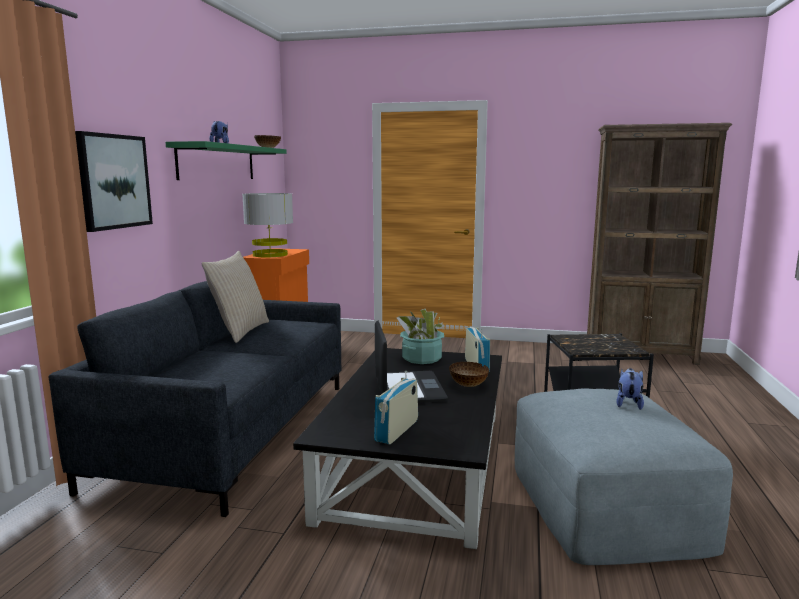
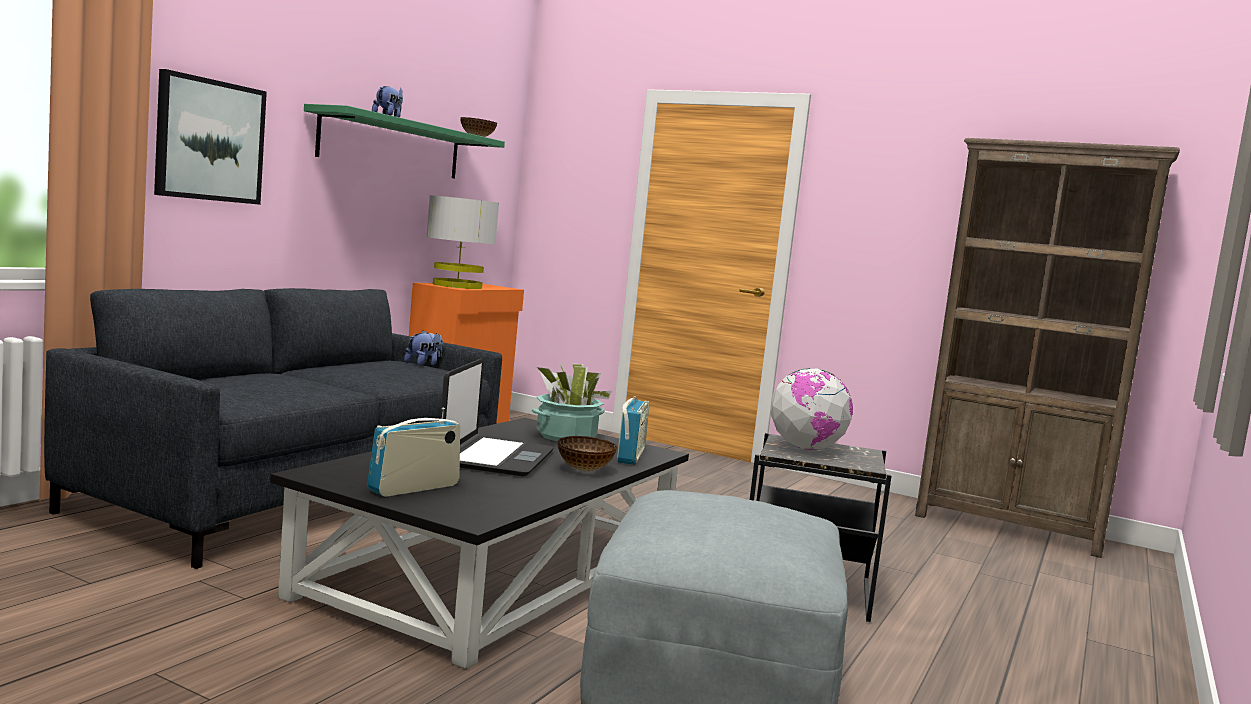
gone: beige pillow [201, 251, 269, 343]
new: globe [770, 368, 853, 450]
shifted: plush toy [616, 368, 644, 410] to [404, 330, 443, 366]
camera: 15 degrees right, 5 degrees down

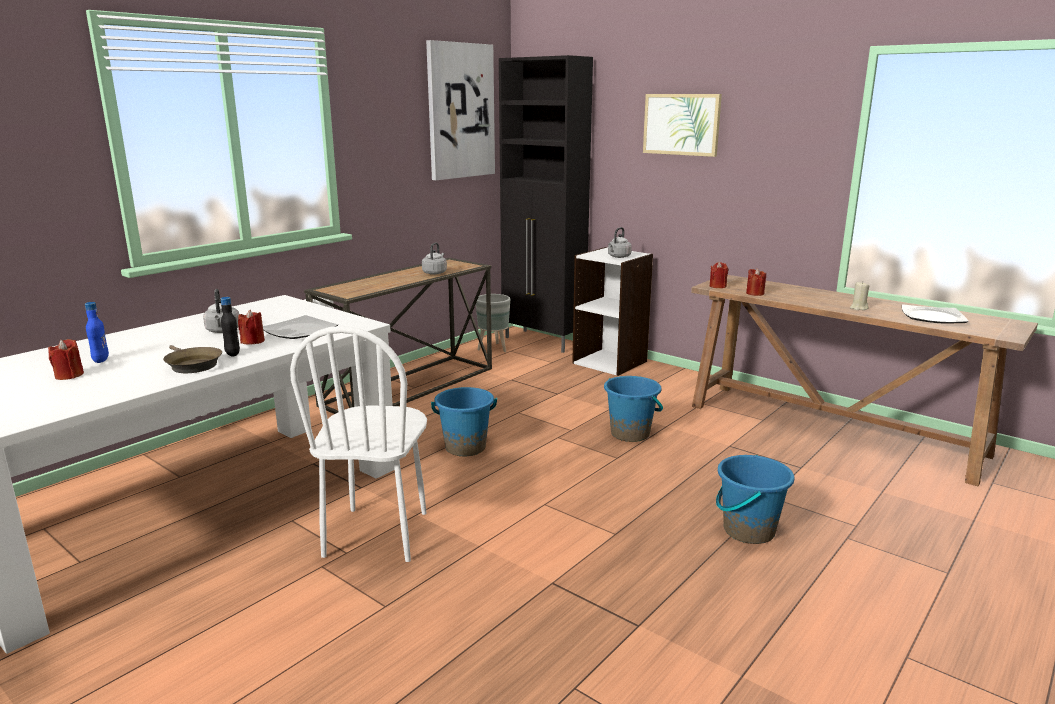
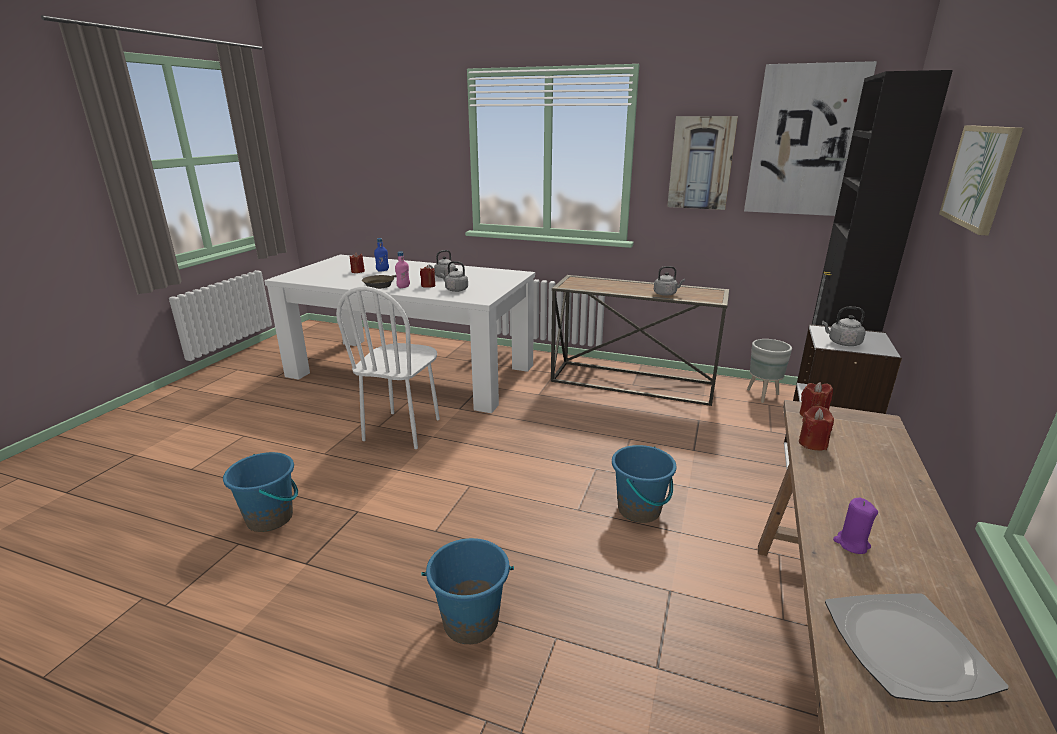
new: picture [667, 116, 738, 210]
shifted: blue bucket [431, 387, 497, 456] to [223, 452, 298, 532]
swapped: plate [263, 315, 338, 339] to grey kettle [440, 261, 468, 292]
repainted: beige candle [850, 282, 870, 310] to purple candle [833, 498, 878, 554]; black bottle [221, 297, 240, 356] to pink bottle [395, 251, 410, 288]
rotated: white chair [290, 326, 427, 562] = [336, 286, 440, 449] 60 degrees counterclockwise
camera: 70 degrees right, 5 degrees up

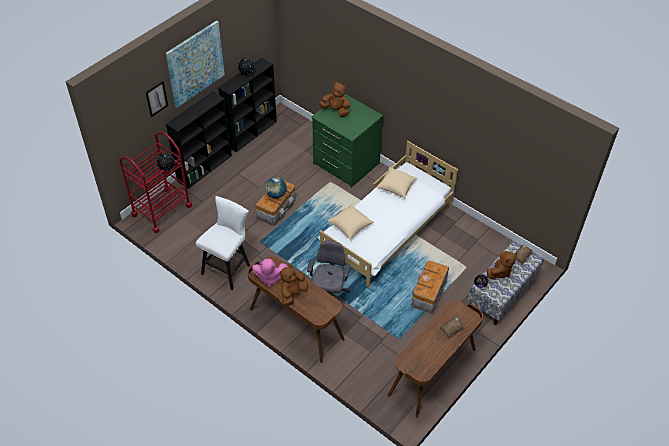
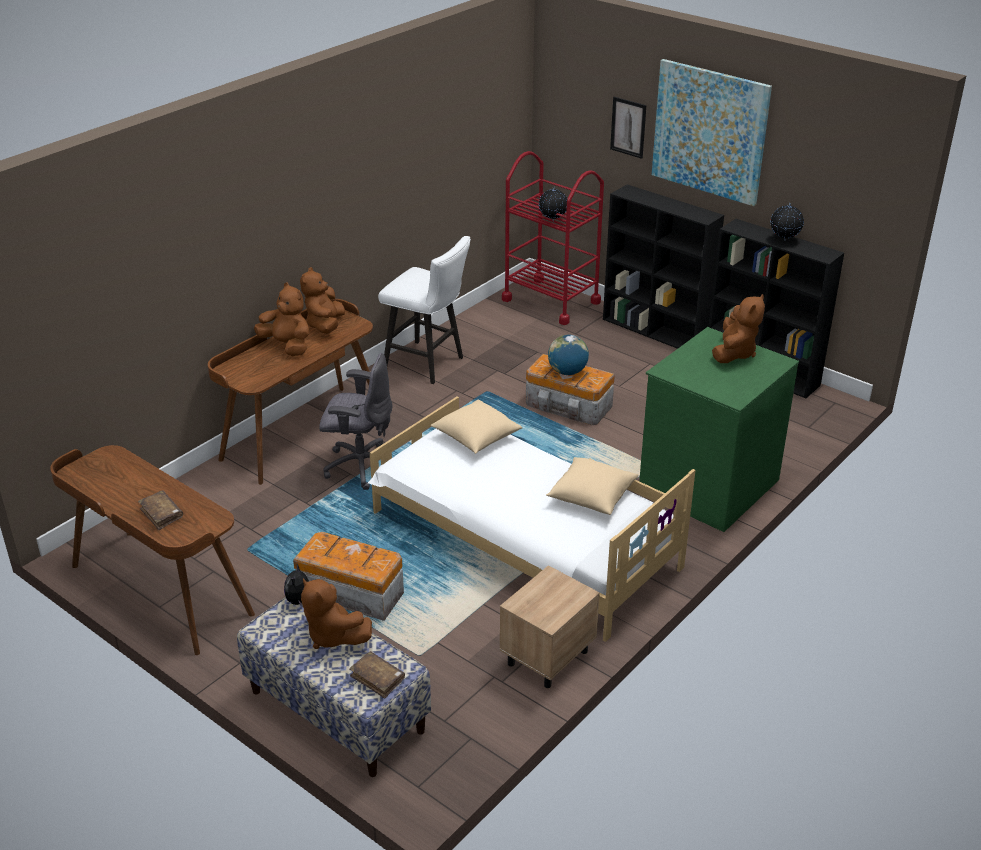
new: beige nightstand [500, 565, 600, 688]
repainted: pink plush toy [252, 258, 288, 287] to brown plush toy [300, 267, 345, 334]
camera: 90 degrees right, 15 degrees down

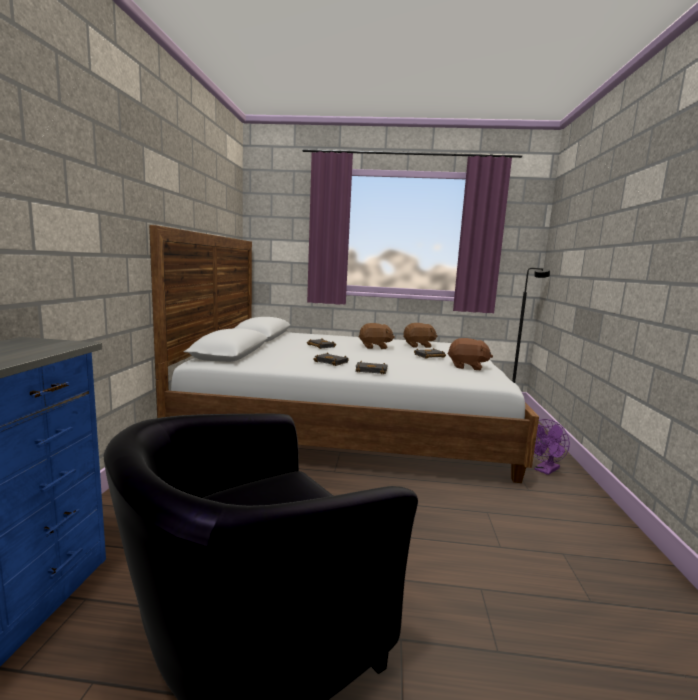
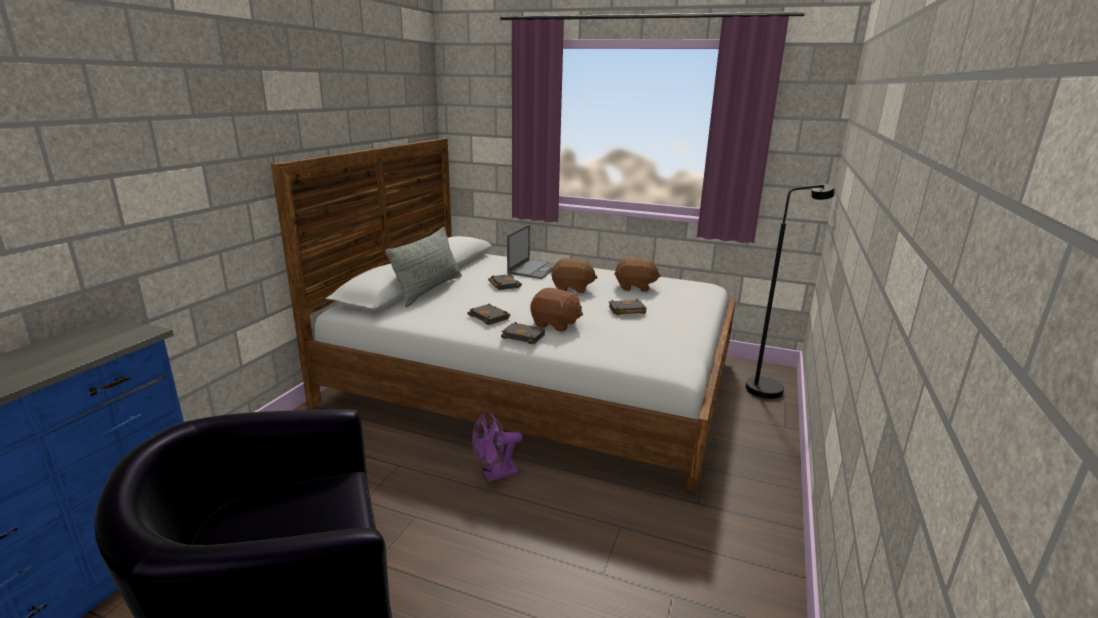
new: laptop [507, 225, 555, 279]; grey pillow [385, 227, 462, 307]
shifted: brown plush toy [447, 338, 493, 371] to [531, 288, 583, 332]; purple fan [534, 419, 570, 475] to [472, 411, 523, 482]
camera: 15 degrees right, 10 degrees up

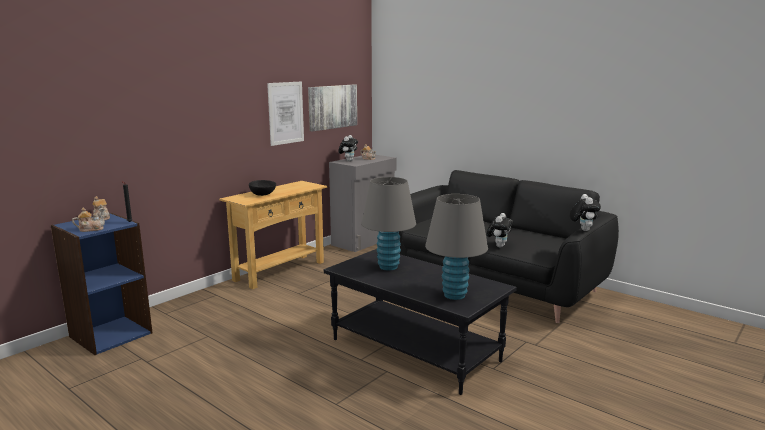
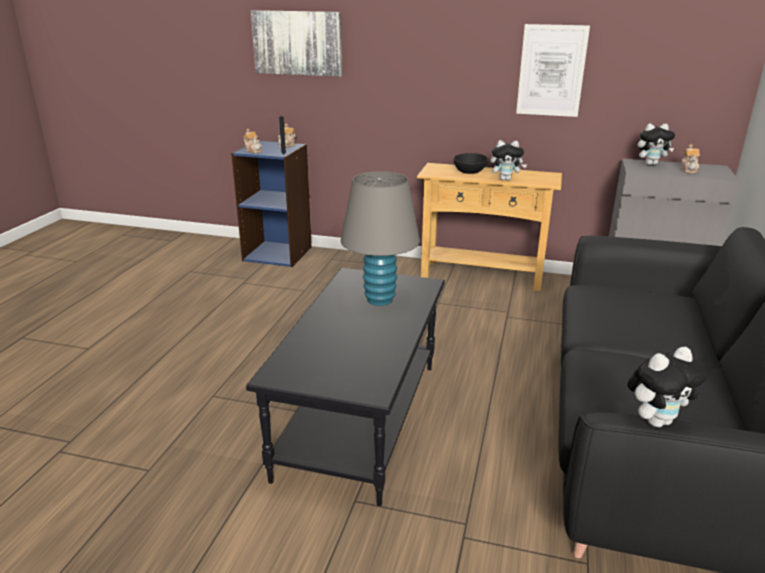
gone: grey table lamp [425, 194, 488, 300]
shifted: picture [308, 84, 357, 132] to [251, 10, 342, 77]; plush toy [487, 213, 513, 247] to [490, 140, 527, 181]
camera: 65 degrees right, 10 degrees up

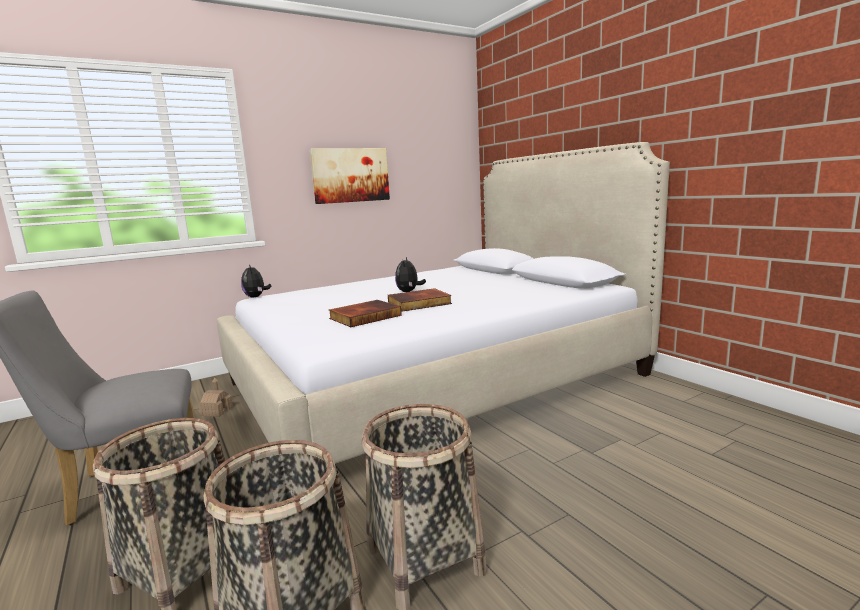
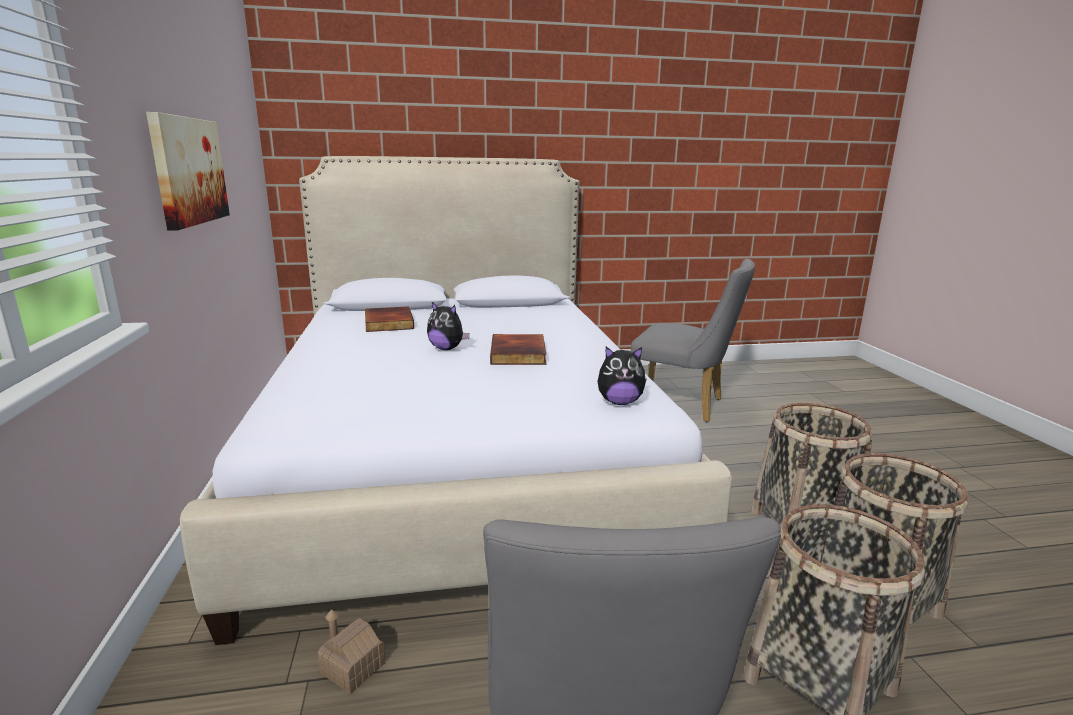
new: grey chair [631, 259, 755, 422]
shifted: plush toy [241, 264, 271, 297] to [597, 347, 647, 405]; book [329, 300, 402, 327] to [365, 306, 414, 332]
camera: 70 degrees left, 5 degrees up

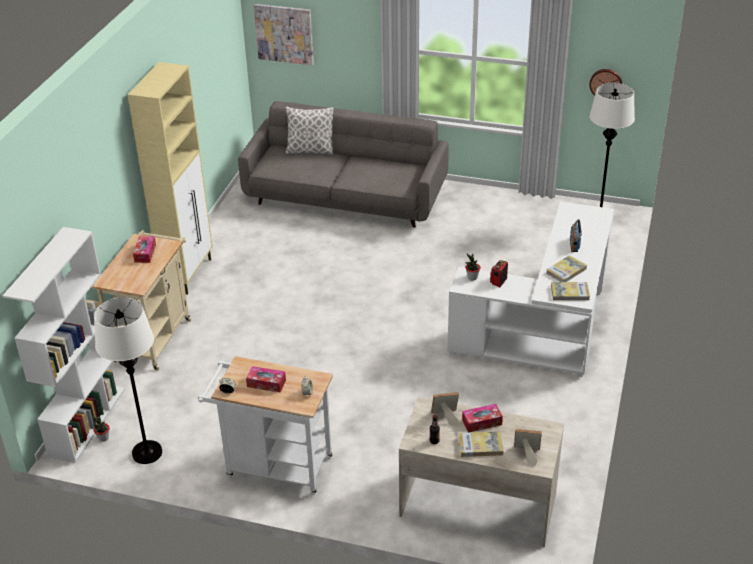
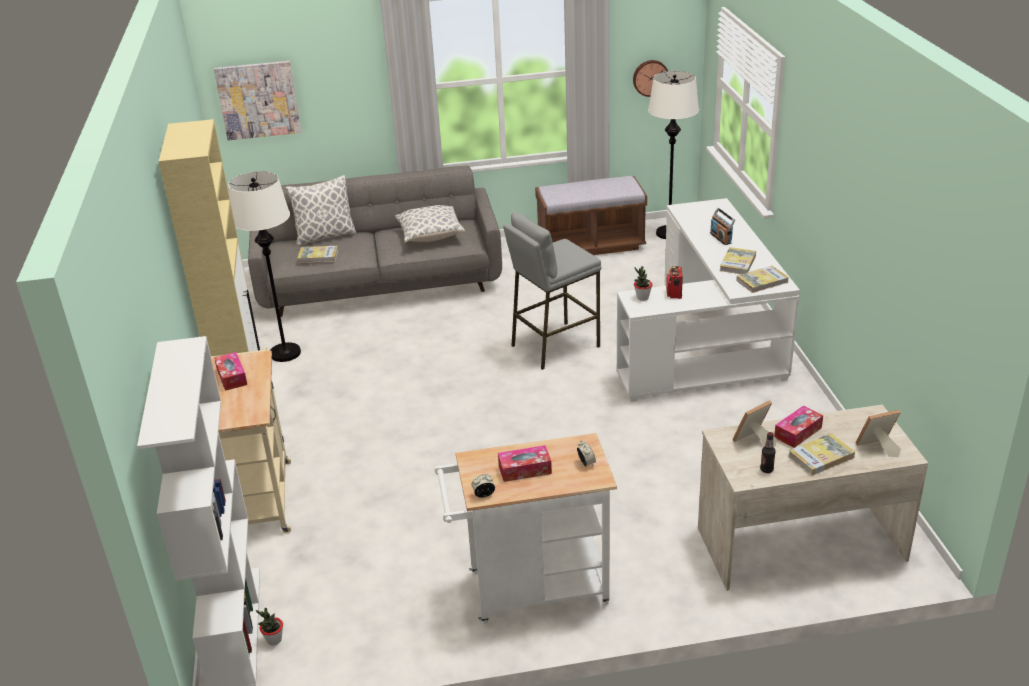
new: brown bench [535, 176, 647, 255]; pillow [395, 205, 465, 243]; grey stool [503, 212, 601, 370]; book [297, 246, 338, 263]
shifted: white floor lamp [94, 297, 162, 464] to [228, 171, 301, 362]
camera: 25 degrees left, 5 degrees down

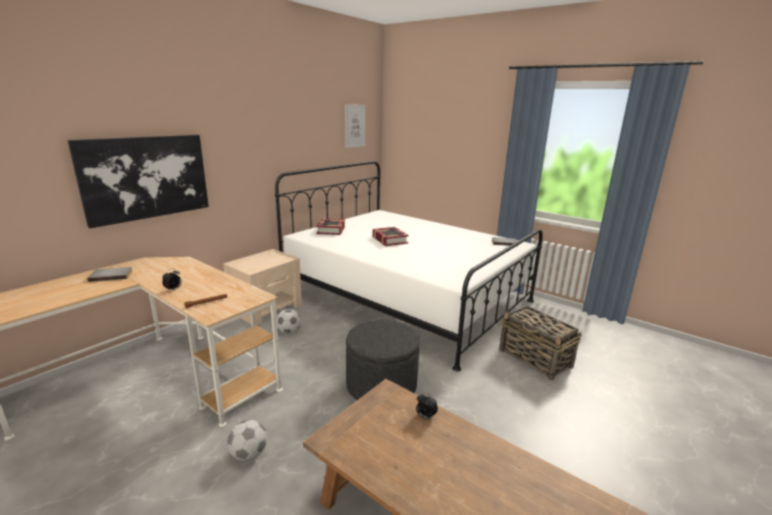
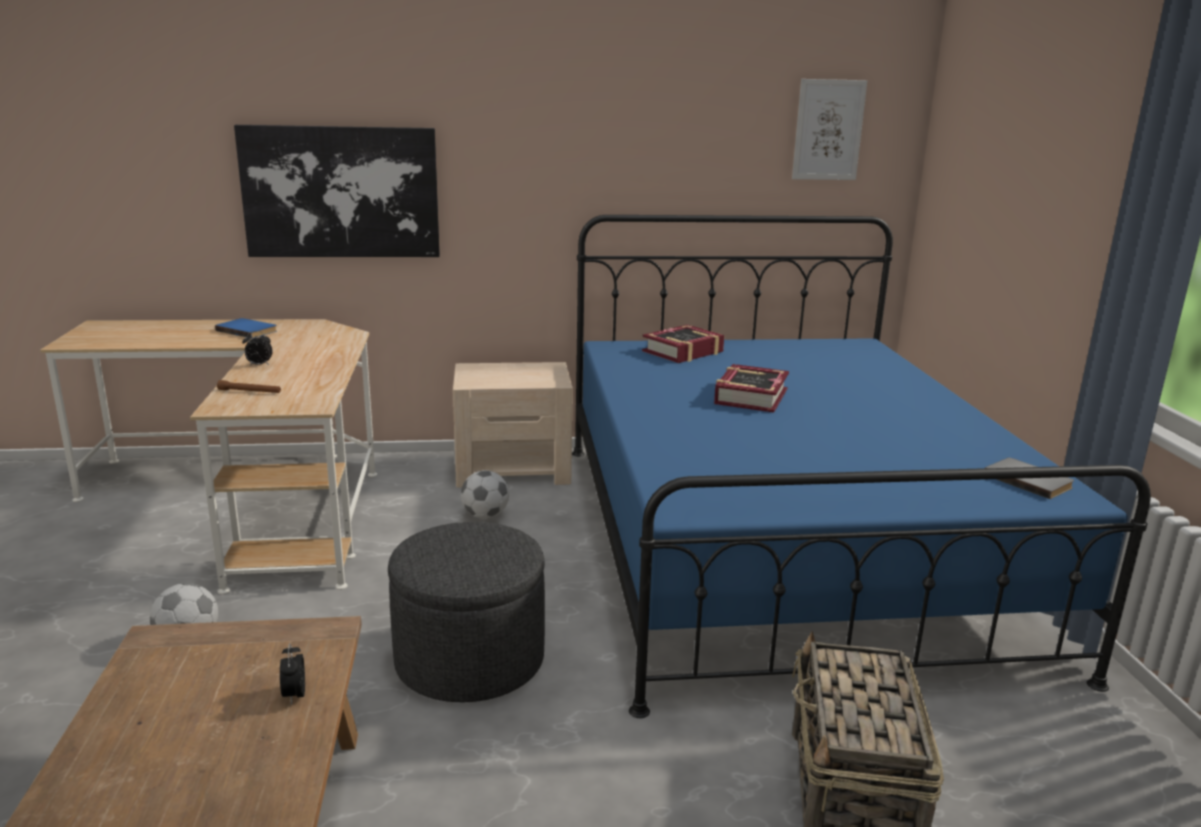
repainted: white bed [275, 161, 543, 371] to blue bed [572, 215, 1151, 718]; grey book [87, 267, 132, 282] to blue book [215, 318, 277, 339]
camera: 45 degrees right, 0 degrees up

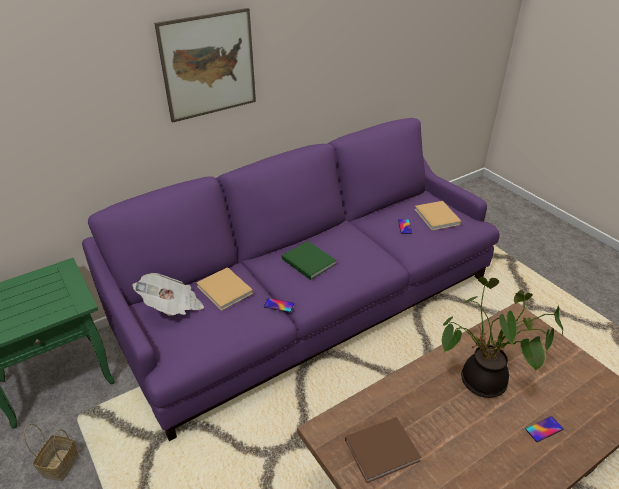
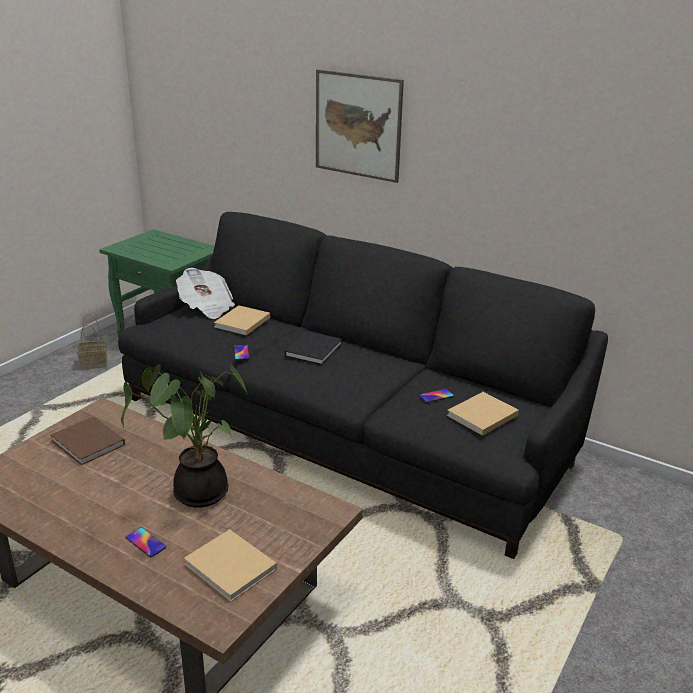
new: beige book [184, 529, 277, 602]
repainted: purple sofa [82, 118, 500, 441] to black sofa [118, 212, 608, 559]; green book [282, 241, 337, 280] to black book [285, 331, 342, 365]
camera: 65 degrees right, 10 degrees down

